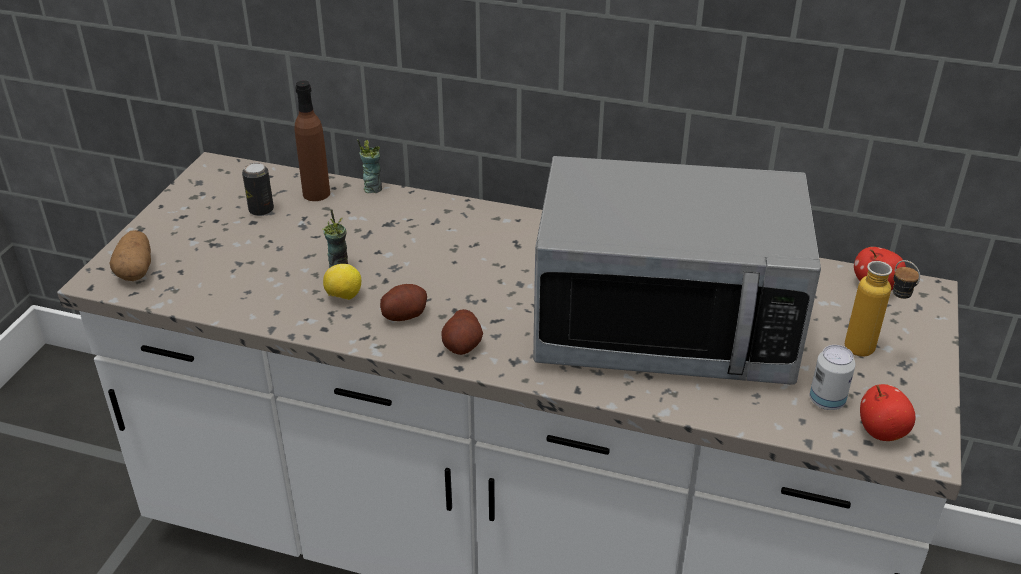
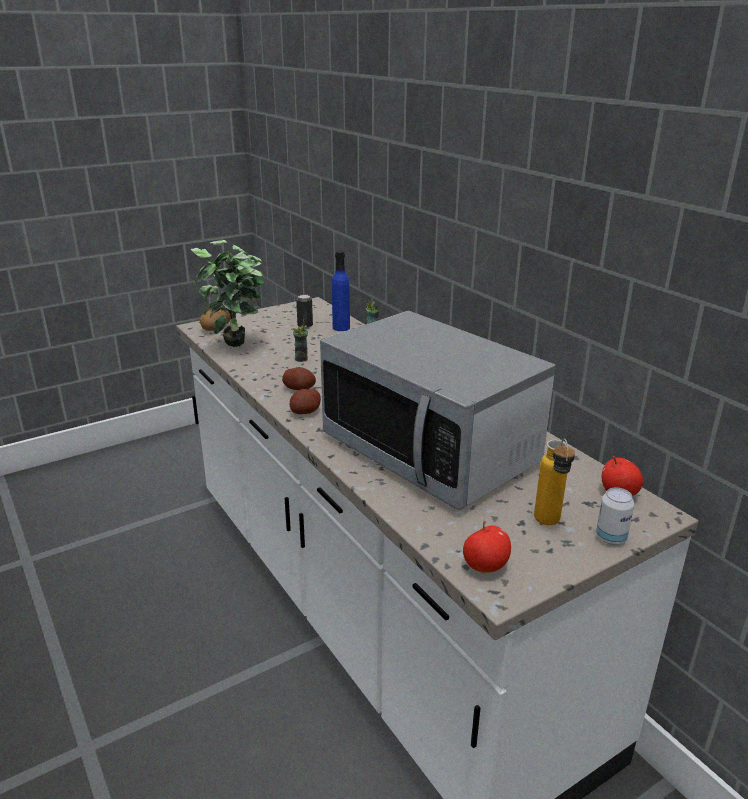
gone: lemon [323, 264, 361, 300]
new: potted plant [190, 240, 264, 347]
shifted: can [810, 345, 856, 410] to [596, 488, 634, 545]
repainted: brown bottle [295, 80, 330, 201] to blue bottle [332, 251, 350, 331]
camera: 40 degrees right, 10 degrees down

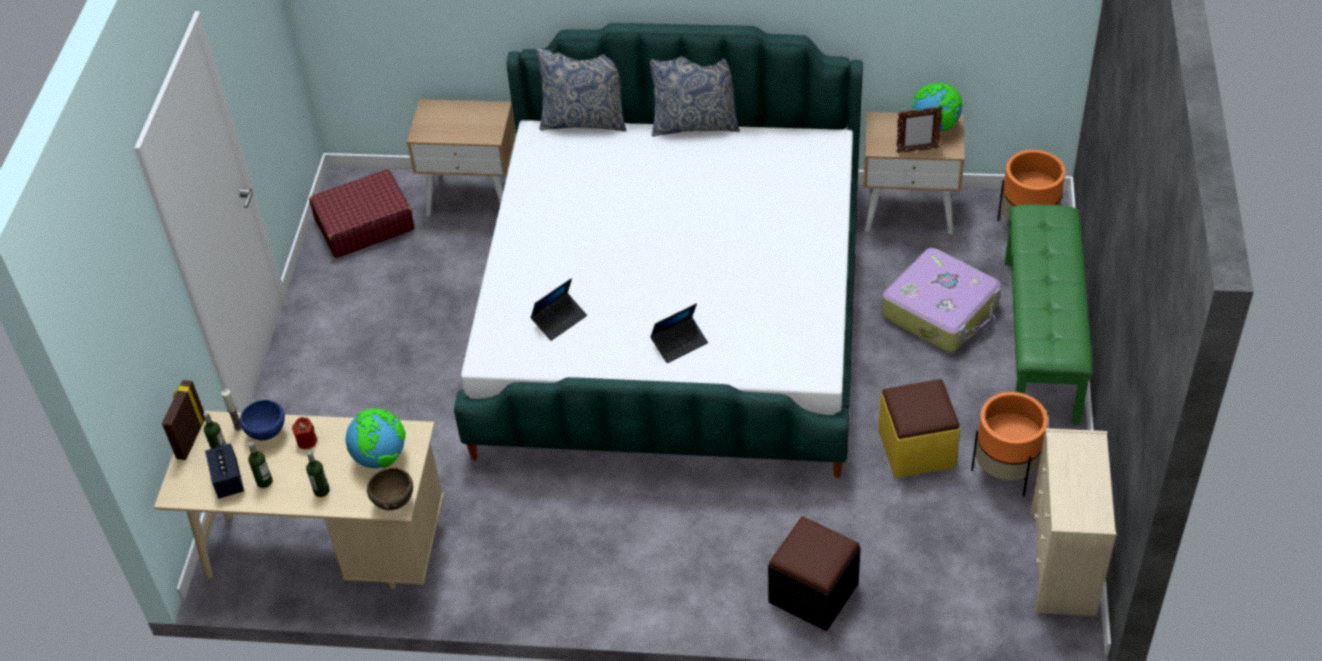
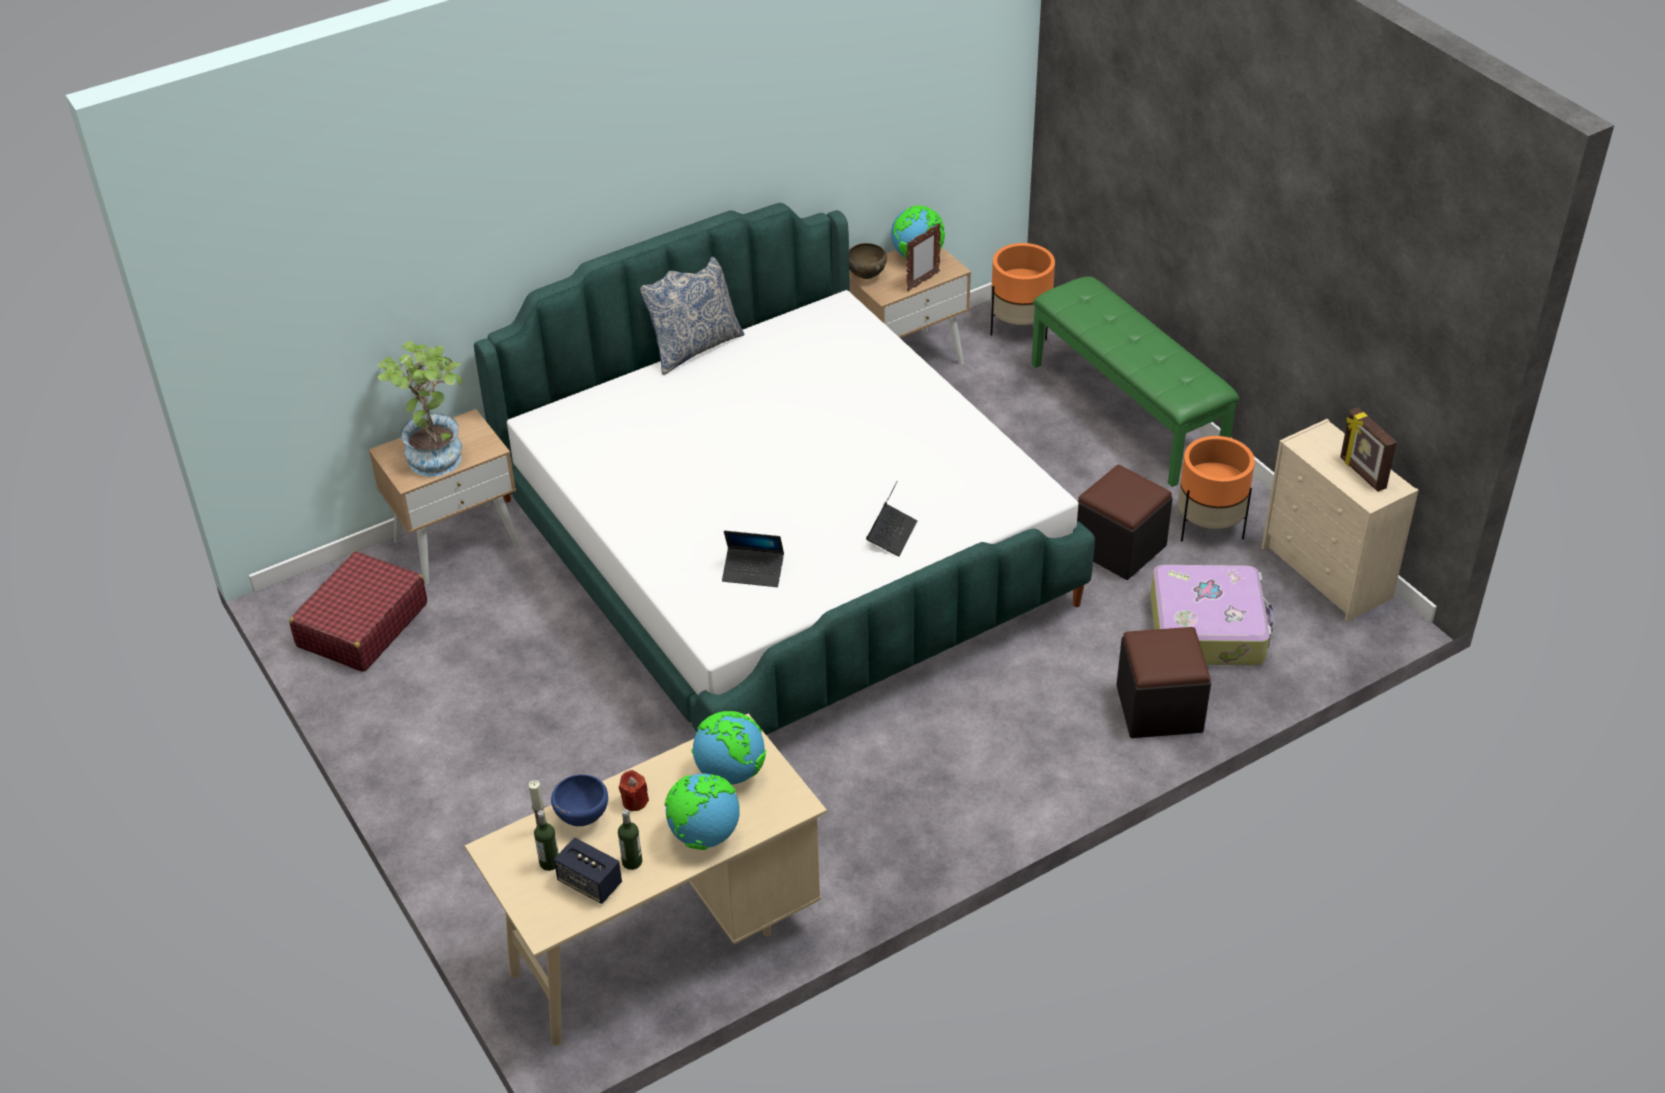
gone: pillow [536, 48, 627, 132]
new: potted plant [378, 341, 462, 477]
shifted: suitcase [882, 248, 1001, 352] to [1150, 565, 1273, 665]; picture frame [162, 380, 205, 460] to [1340, 408, 1397, 492]; brown bowl [367, 468, 413, 510] to [849, 243, 887, 279]
swapped: bottle [306, 451, 330, 497] to globe [665, 774, 740, 850]
repainted: yellow ottoman [878, 379, 960, 478] to black ottoman [1077, 465, 1173, 580]
rotated: laptop [531, 278, 587, 341] = [722, 531, 784, 587] 90 degrees clockwise
camera: 40 degrees left, 5 degrees down

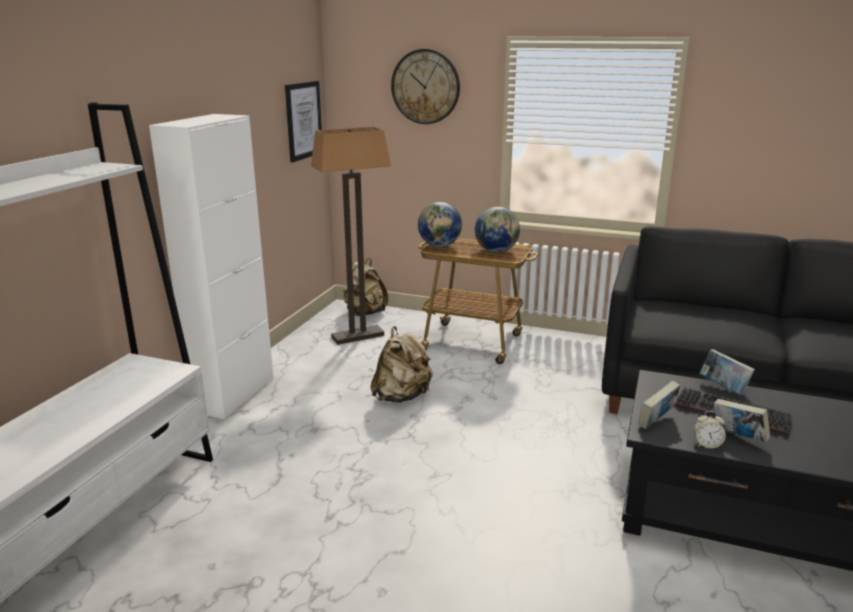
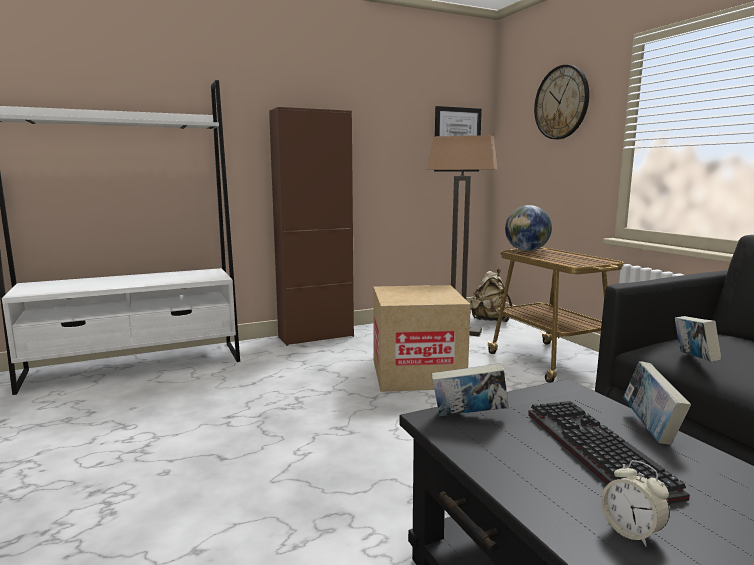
gone: globe [475, 207, 520, 253]
shifted: book [714, 399, 770, 442] to [675, 316, 721, 362]; alarm clock [694, 411, 726, 448] to [601, 460, 670, 547]
swapped: beige backpack [370, 326, 433, 403] to cardboard box [373, 285, 471, 392]
repainted: white cabinet [149, 114, 274, 419] to brown cabinet [269, 107, 354, 346]
camera: 45 degrees right, 10 degrees down

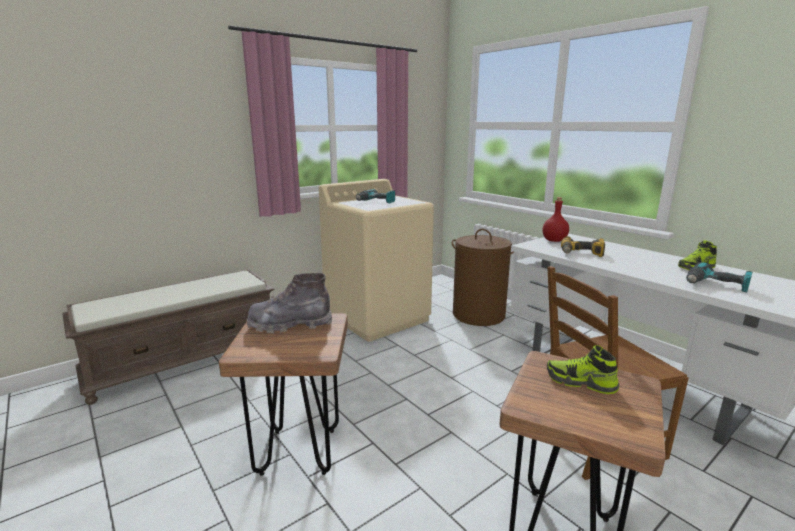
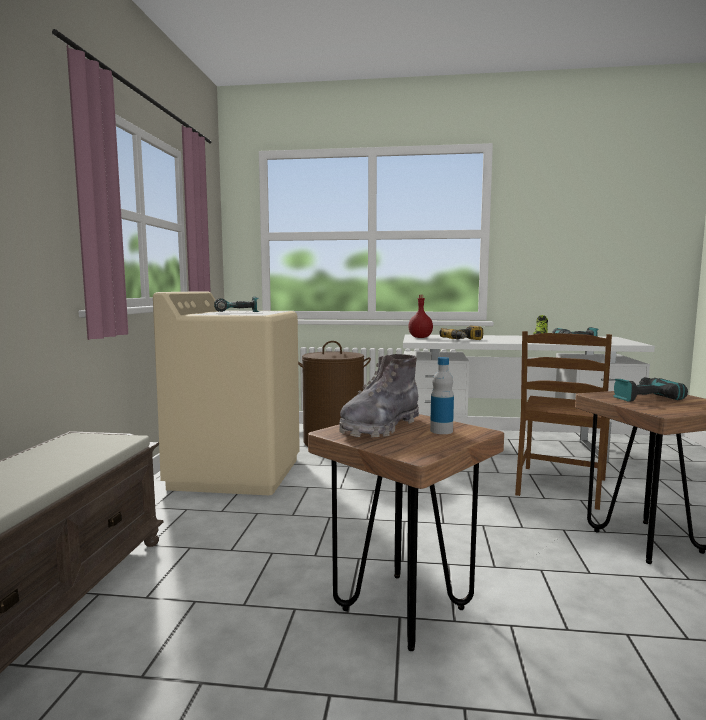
new: bottle [430, 357, 454, 434]
swapped: shoe [547, 345, 619, 394] to power drill [613, 377, 688, 402]
camera: 45 degrees left, 10 degrees down

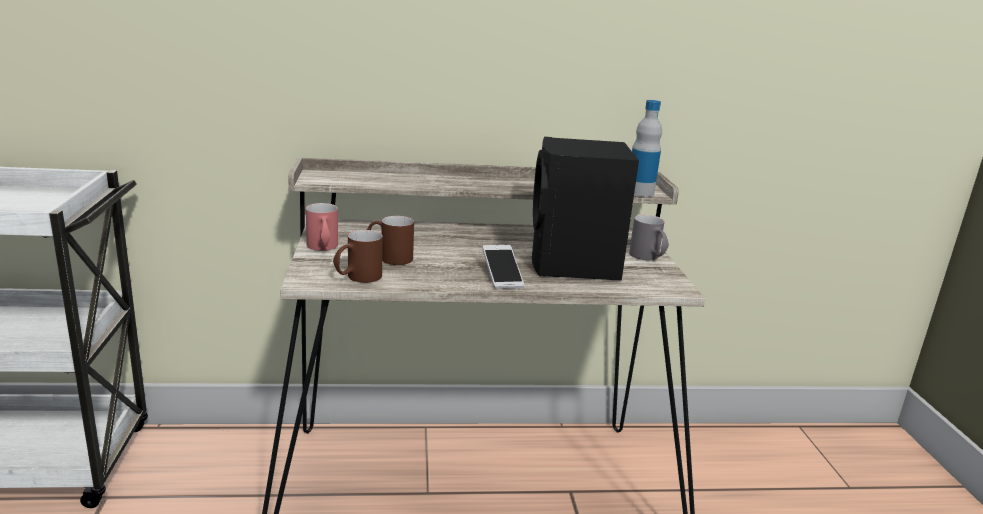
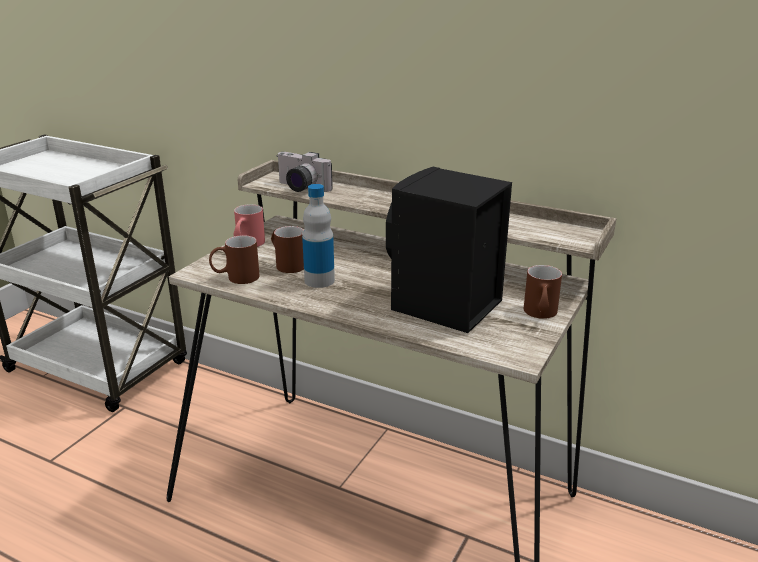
gone: phone [482, 245, 524, 289]
new: photo camera [278, 152, 333, 192]
shifted: bottle [632, 100, 662, 197] to [302, 184, 335, 288]
repainted: grey mug [629, 215, 669, 260] to brown mug [524, 265, 562, 319]
camera: 35 degrees right, 5 degrees up

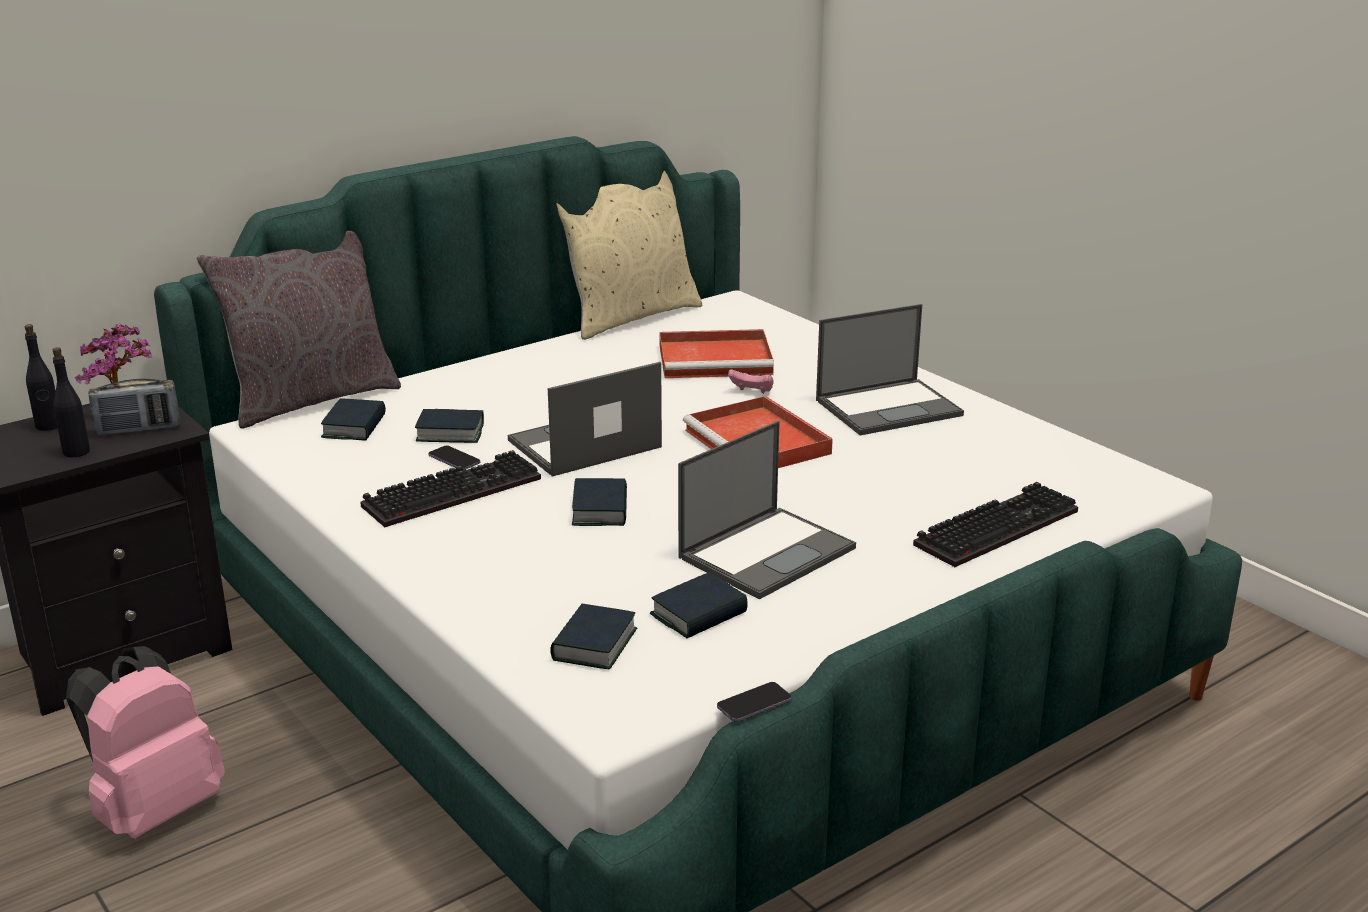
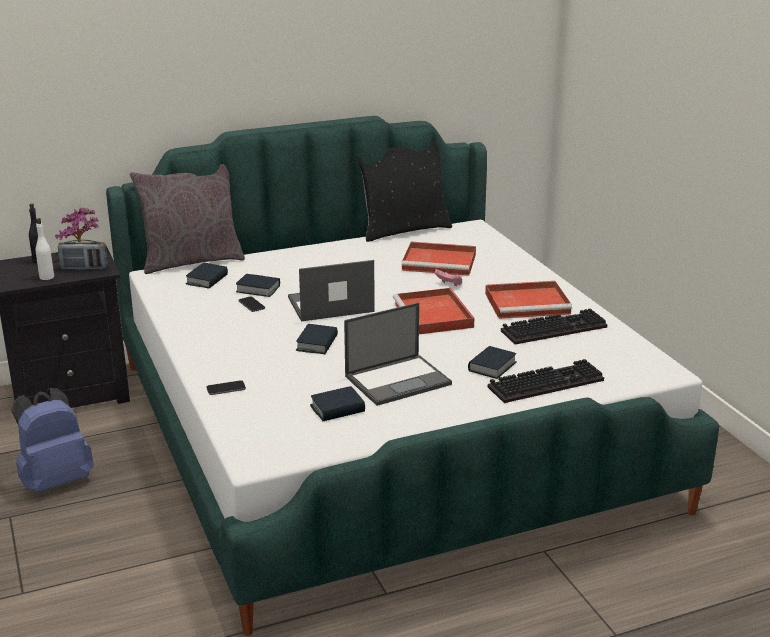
shifted: keyboard [360, 450, 541, 527] to [501, 309, 607, 345]; book [550, 604, 638, 669] to [468, 346, 517, 379]; phone [717, 682, 792, 722] to [207, 380, 246, 395]
swapped: laptop [816, 304, 964, 435] to red tray [485, 281, 572, 319]
repainted: beige pillow [557, 171, 702, 340] to black pillow [358, 141, 452, 242]; black bottle [53, 347, 90, 457] to white bottle [36, 218, 54, 280]; pink backpack [66, 646, 225, 838] to blue backpack [11, 388, 94, 493]
camera: 15 degrees right, 0 degrees up

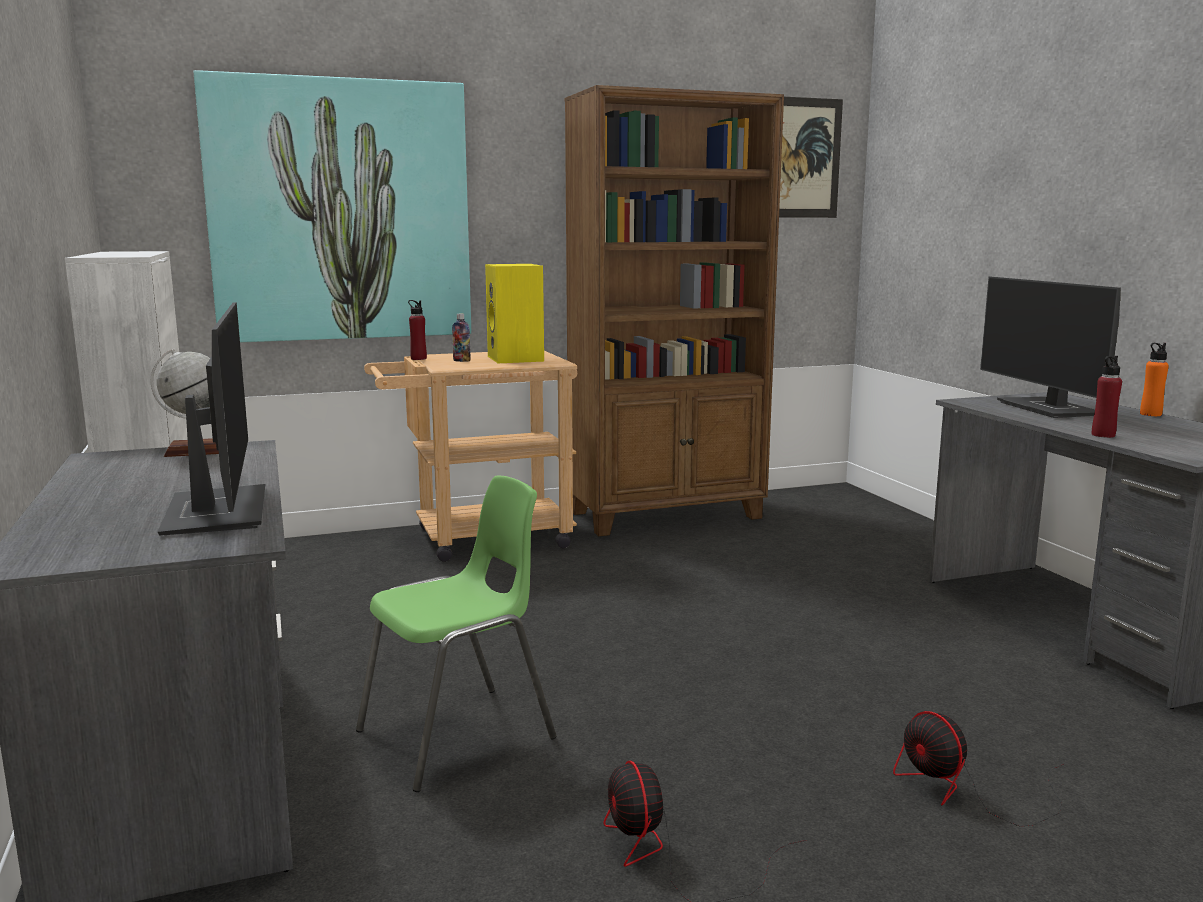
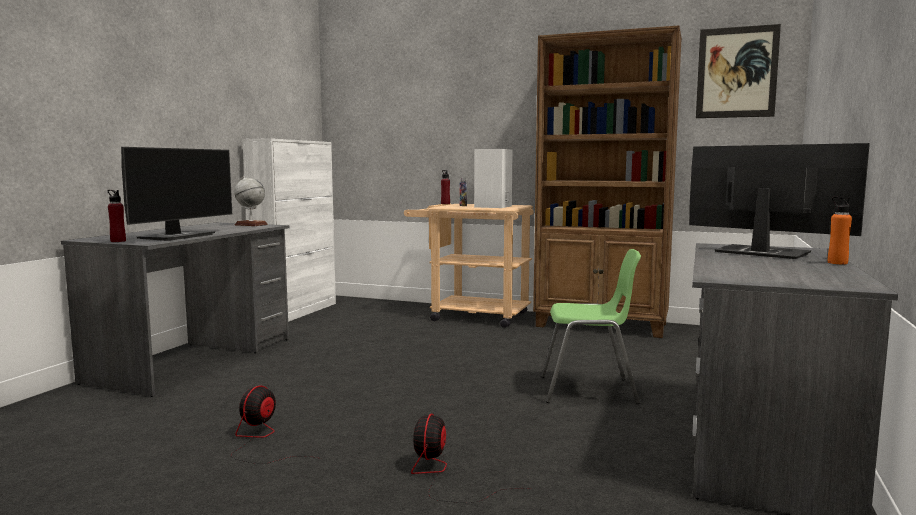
gone: picture [194, 70, 471, 342]
shifted: red bottle [1092, 356, 1122, 438] to [108, 190, 126, 242]; green chair [356, 475, 557, 792] to [541, 249, 641, 404]
repainted: yellow speaker [485, 264, 544, 363] to white speaker [474, 149, 513, 208]
rotated: monitor [980, 277, 1121, 418] = [689, 143, 870, 259] 105 degrees clockwise
camera: 40 degrees right, 5 degrees down

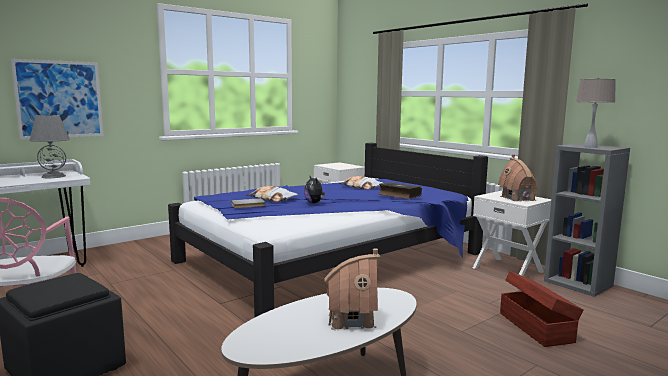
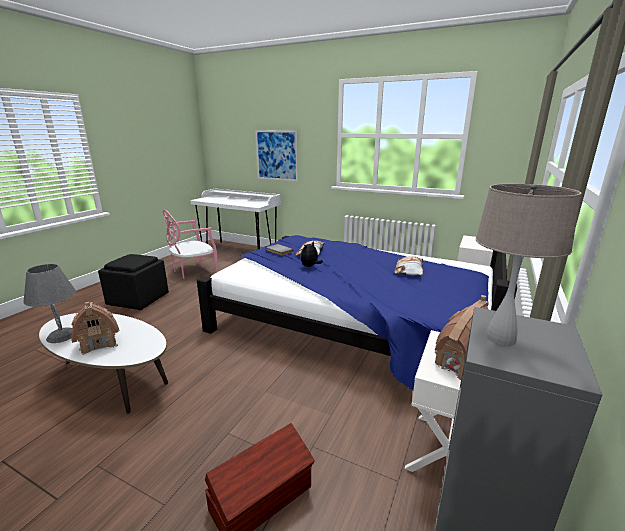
gone: book [379, 182, 422, 199]
shifted: grey table lamp [29, 115, 70, 178] to [23, 264, 76, 343]
camera: 65 degrees right, 10 degrees up

